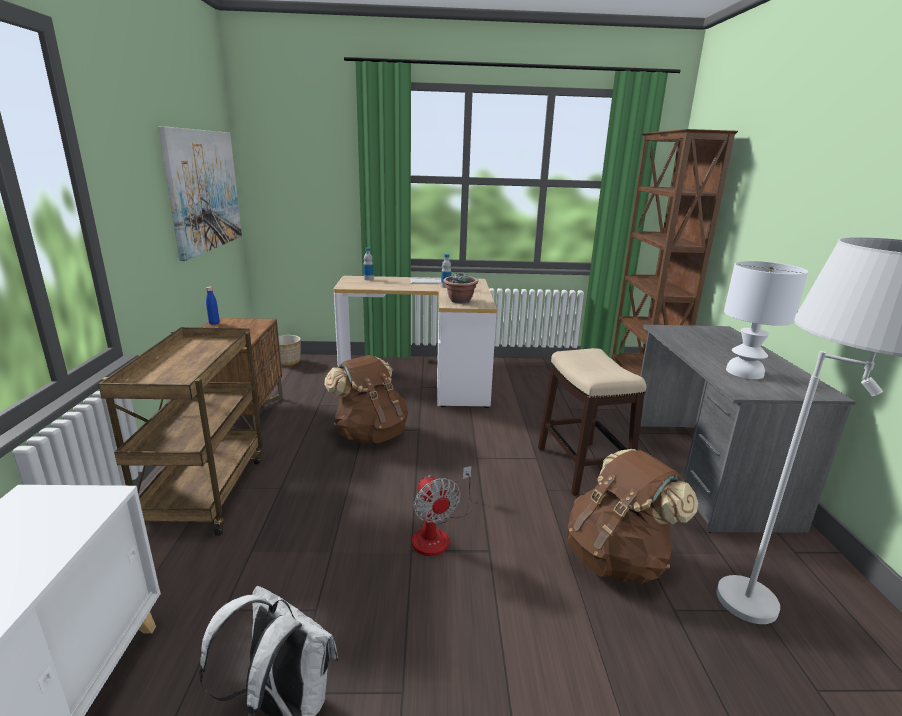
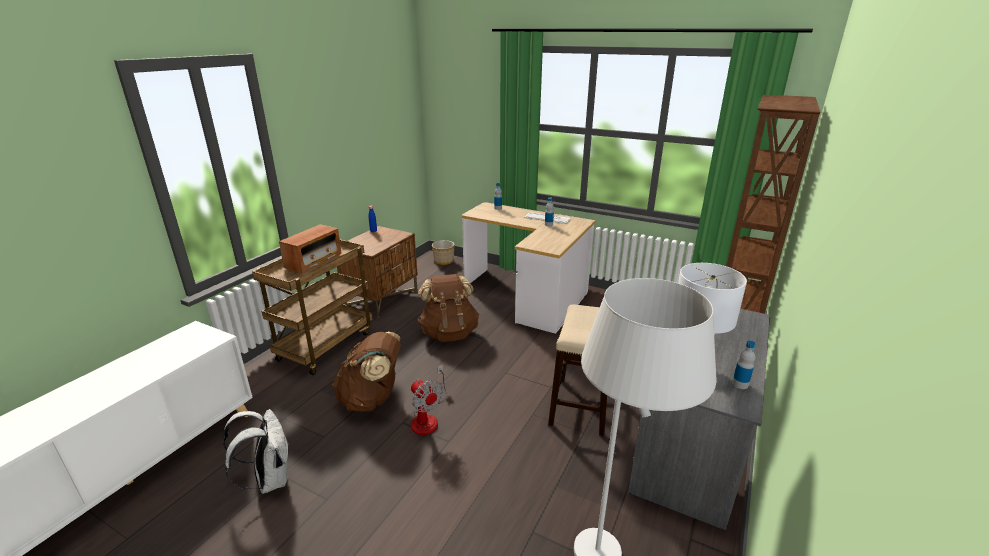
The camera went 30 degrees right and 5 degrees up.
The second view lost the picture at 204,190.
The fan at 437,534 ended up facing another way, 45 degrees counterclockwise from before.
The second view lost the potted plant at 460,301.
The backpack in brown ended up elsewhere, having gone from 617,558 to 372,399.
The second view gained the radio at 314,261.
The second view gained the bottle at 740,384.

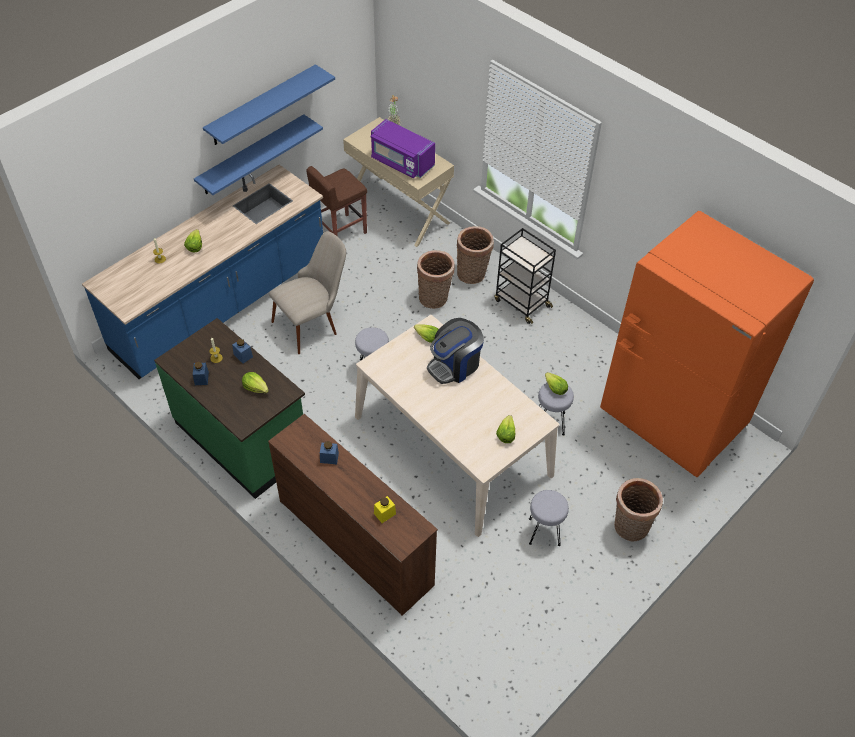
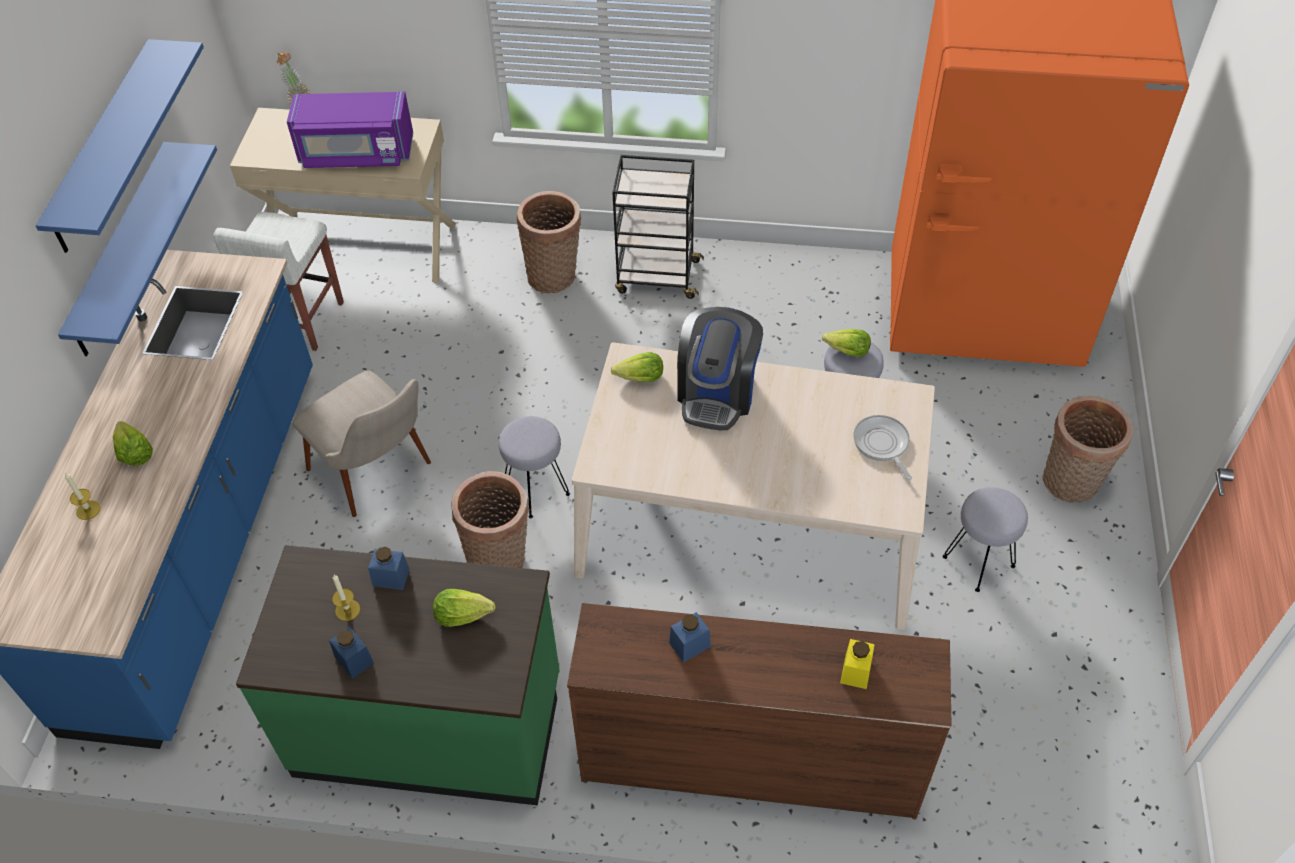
The camera went 35 degrees left and 0 degrees up.
The chair in beige at 313,323 ended up facing another way, 120 degrees clockwise from before.
What was the stool in brown at 340,231 turned into the stool in white at 300,321.
The basket ended up elsewhere, having gone from 435,299 to 500,560.
Where the lettuce stood at 506,434, the frying pan came to stand at 882,444.

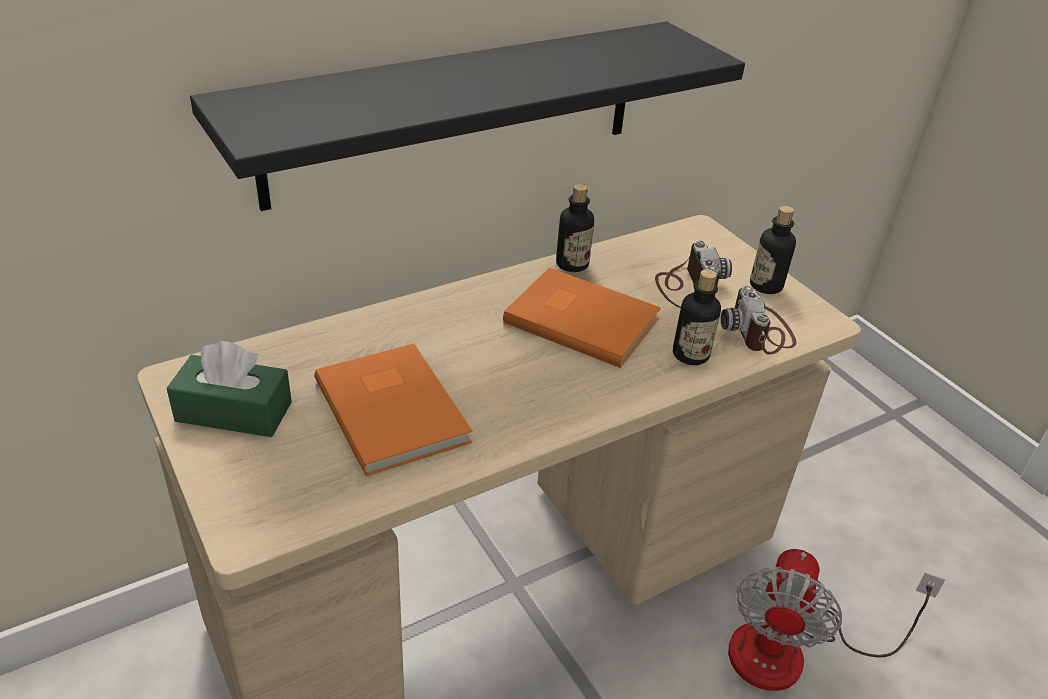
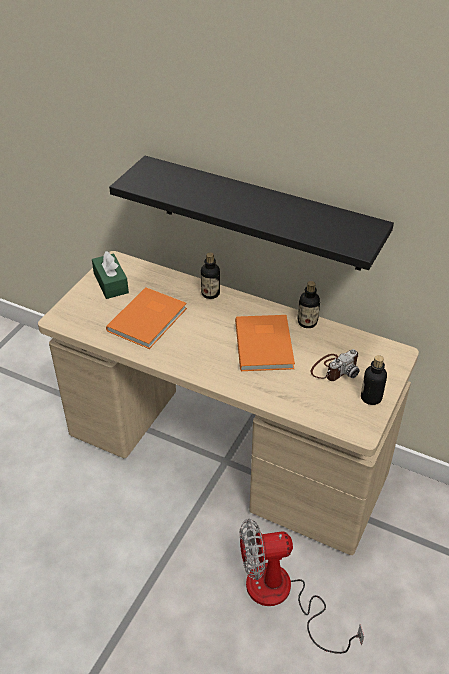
The camera went 60 degrees right and 5 degrees up.
The bottle ended up elsewhere, having gone from 690,355 to 210,293.
The second view lost the photo camera at 759,332.

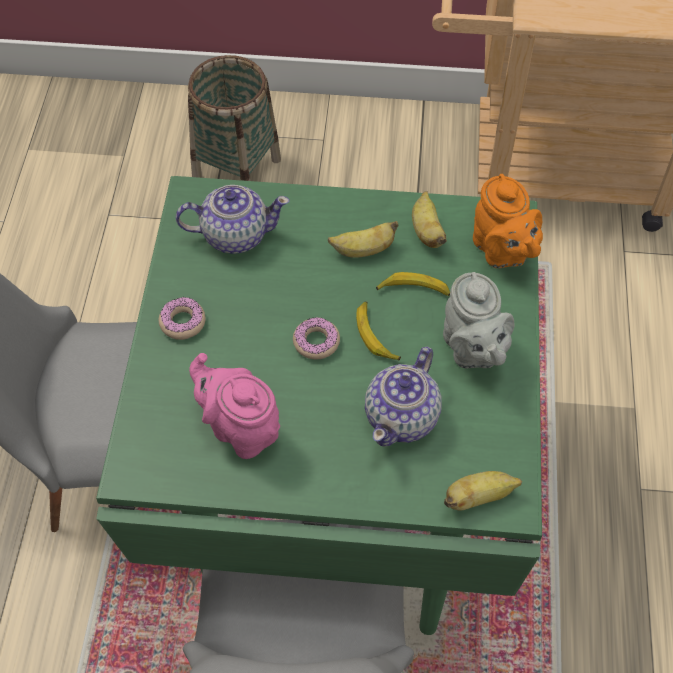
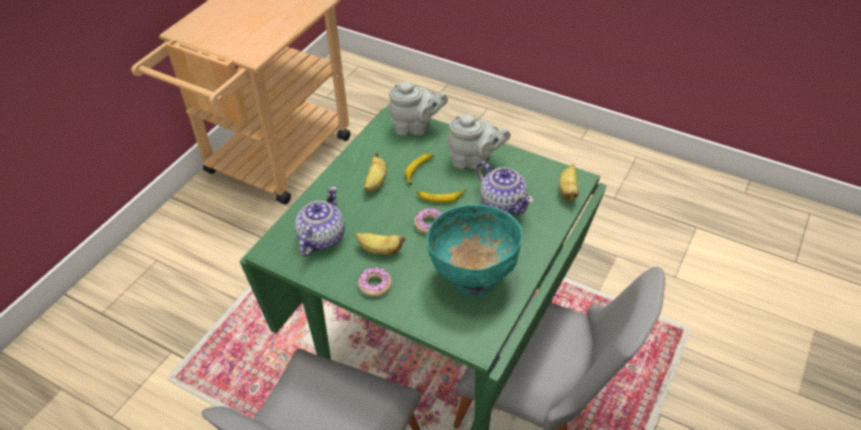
The camera went 65 degrees left and 10 degrees down.
The second view lost the basket at 237,169.
Where the teapot in pink stood at 240,429, the bowl in turquoise came to stand at 473,278.
The banana ended up elsewhere, having gone from 426,231 to 379,250.
What was the teapot in orange at 502,252 turned into the teapot in grey at 415,128.

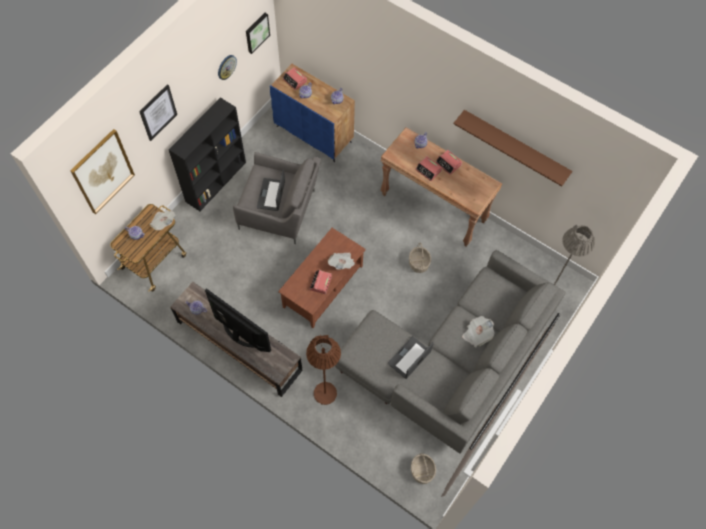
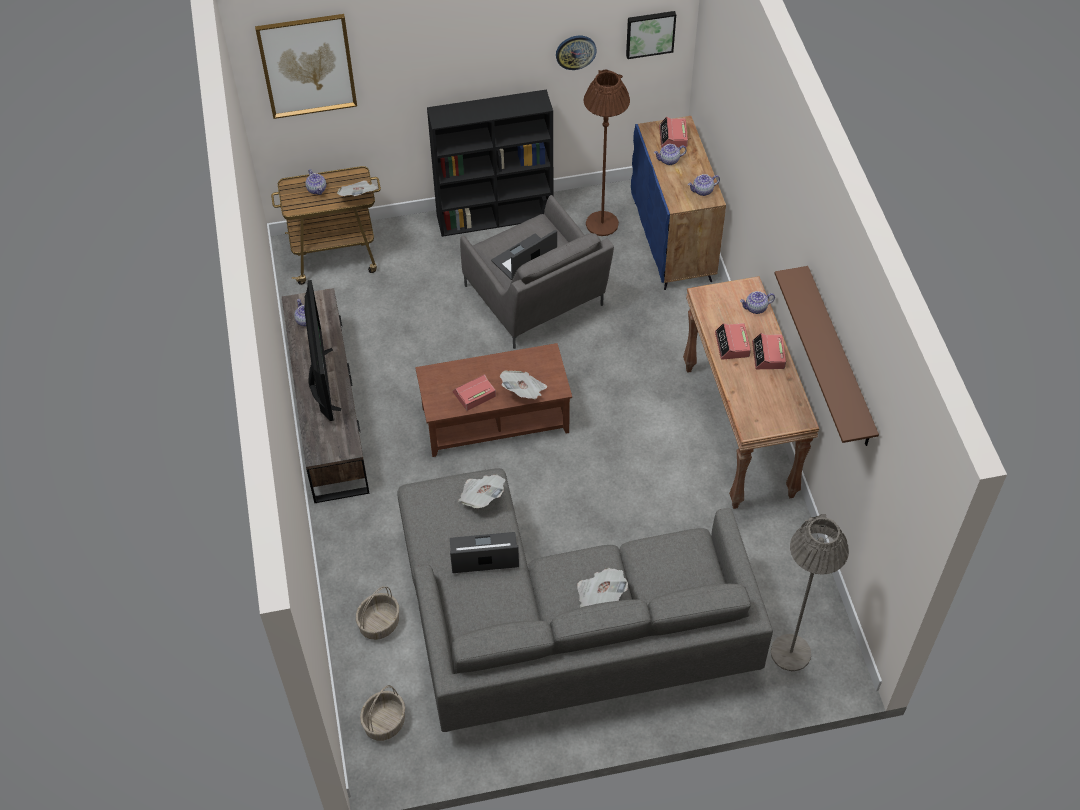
The camera went 45 degrees right and 10 degrees down.
The second view lost the picture at 158,112.
The floor lamp in brown ended up elsewhere, having gone from 325,393 to 602,224.
The basket ended up elsewhere, having gone from 418,263 to 379,623.
The second view gained the newspaper at 481,497.

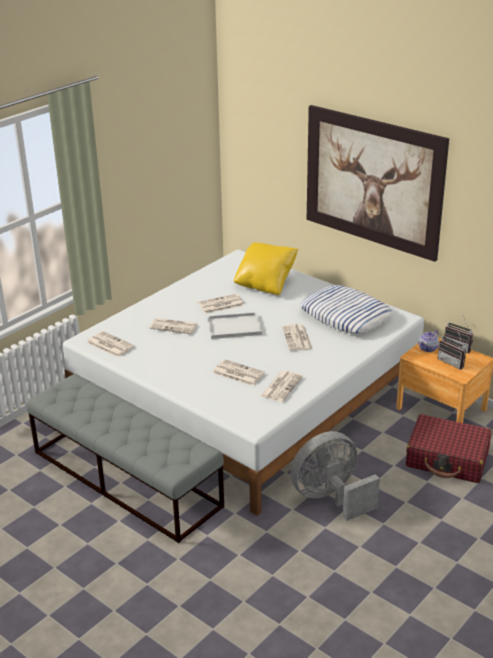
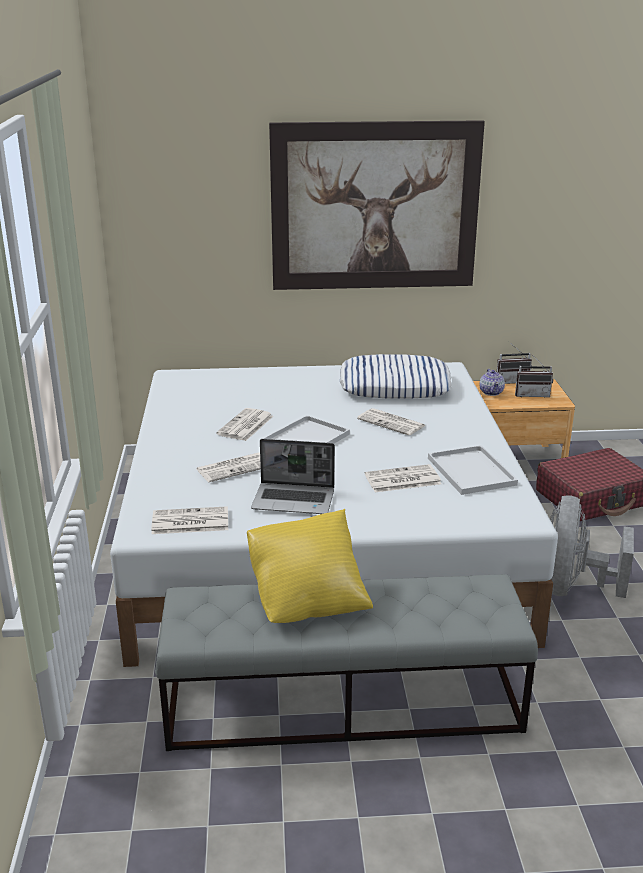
The camera went 45 degrees left and 5 degrees down.
The pillow in yellow ended up elsewhere, having gone from 265,284 to 307,599.
Where the newspaper stood at 281,386, the tray in white came to stand at 469,470.
The second view gained the laptop at 294,500.

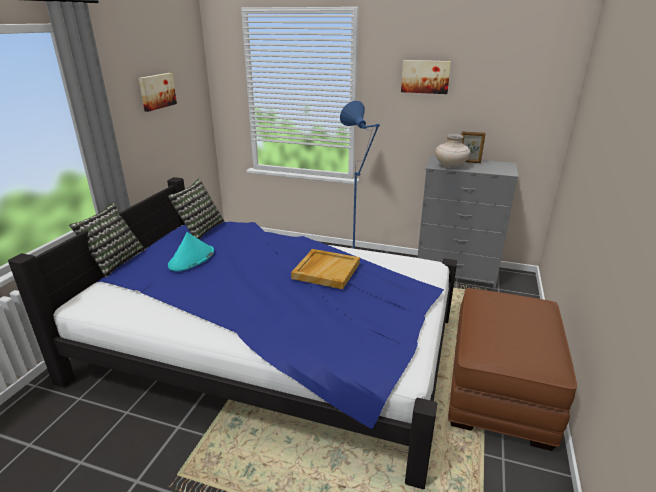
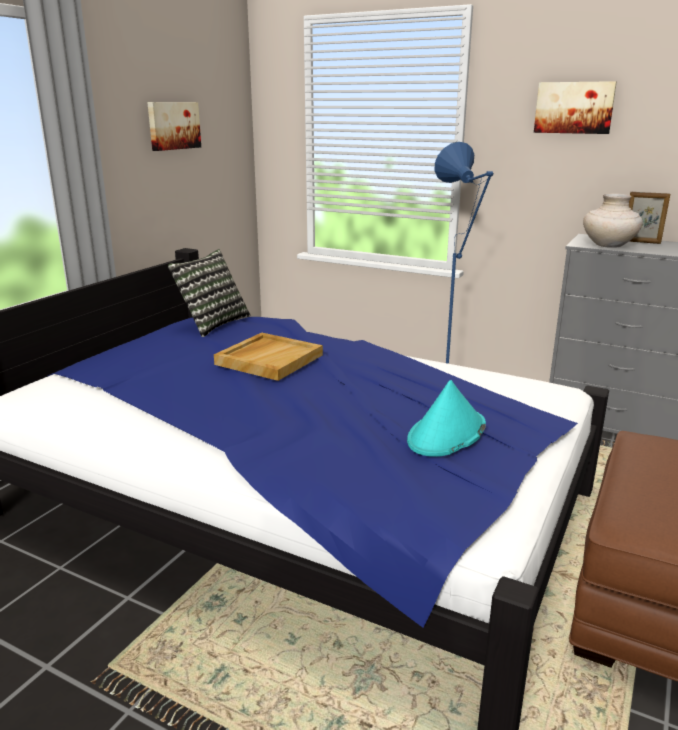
The camera went 10 degrees right and 5 degrees down.
The second view lost the pillow at 114,261.
The hat in turquoise ended up elsewhere, having gone from 191,259 to 446,434.
The tray in beige ended up elsewhere, having gone from 326,270 to 269,359.

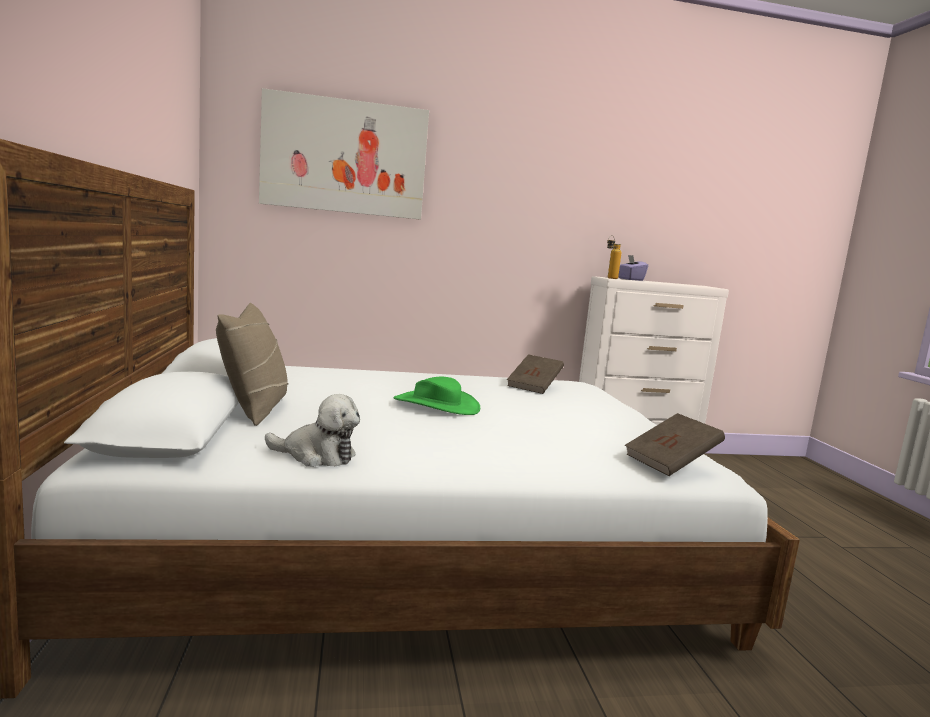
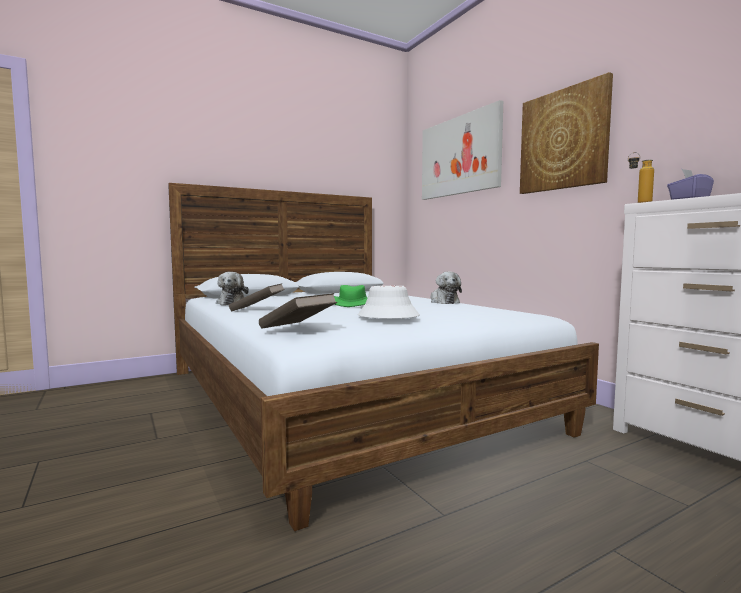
The camera went 70 degrees right and 5 degrees down.
The second view lost the pillow in beige at 255,409.
The book in brown ended up elsewhere, having gone from 534,386 to 257,309.
The second view gained the hat in white at 387,316.
The second view gained the plush toy at 443,302.
The second view gained the picture at 563,140.

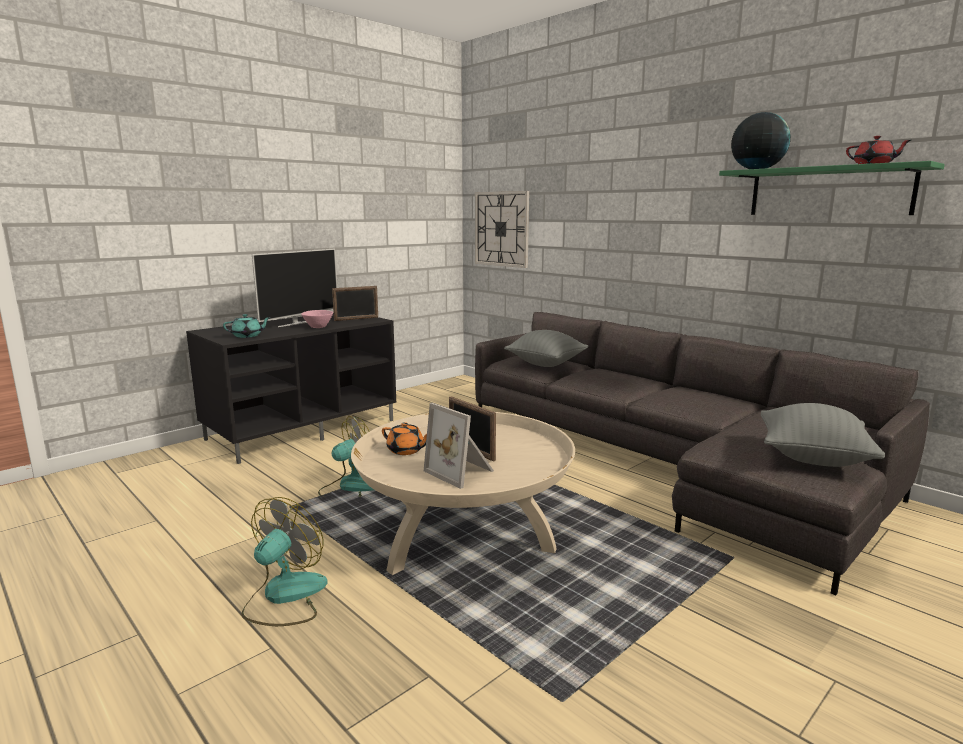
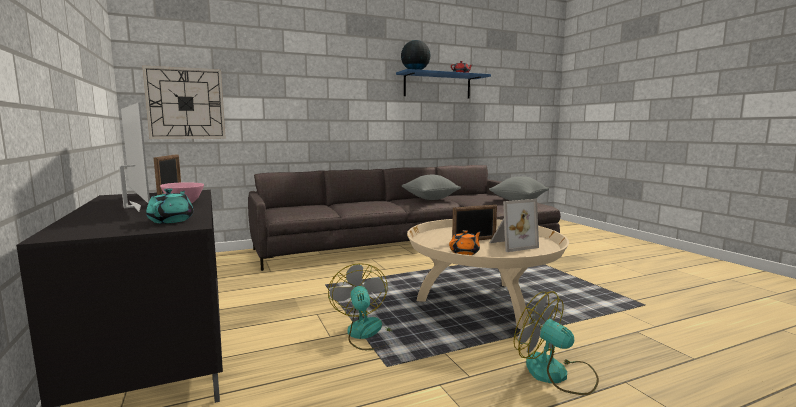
The camera went 70 degrees left and 5 degrees down.
The pillow in grey ended up elsewhere, having gone from 546,364 to 430,199.
What was the shelf in green at 828,192 turned into the shelf in blue at 437,86.

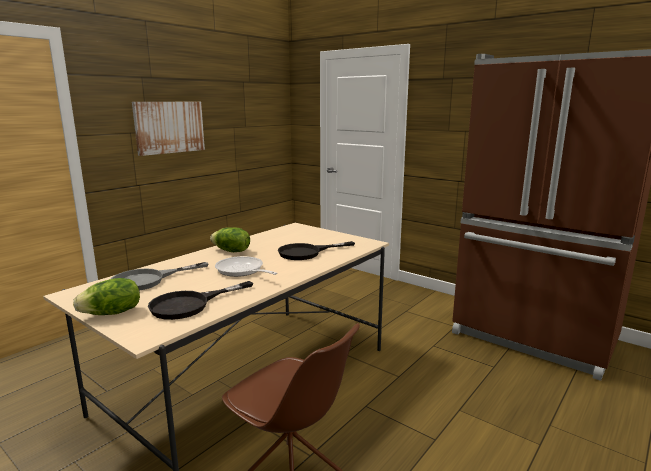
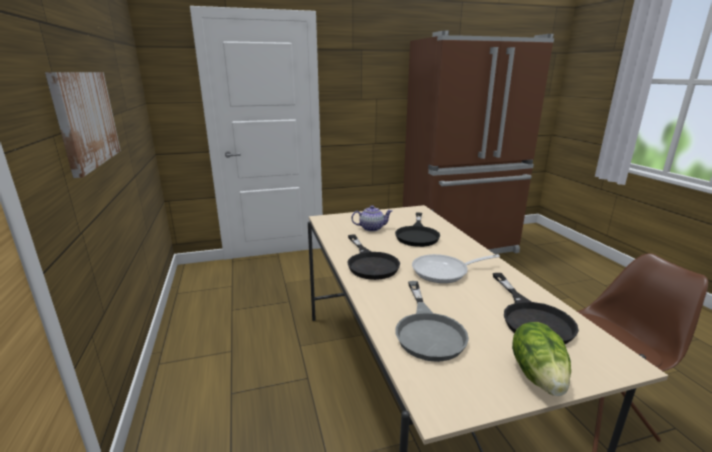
The camera went 55 degrees left and 5 degrees up.
Where the lettuce stood at 231,251, the frying pan in black came to stand at 370,263.
The second view gained the teapot at 371,228.

